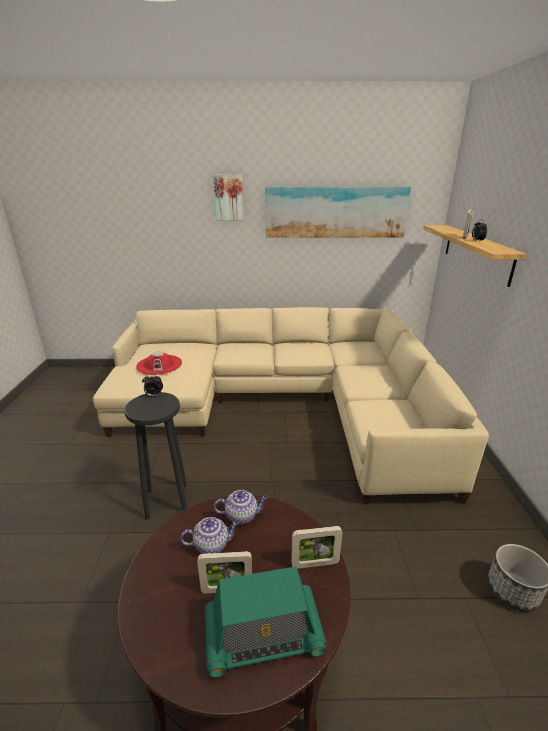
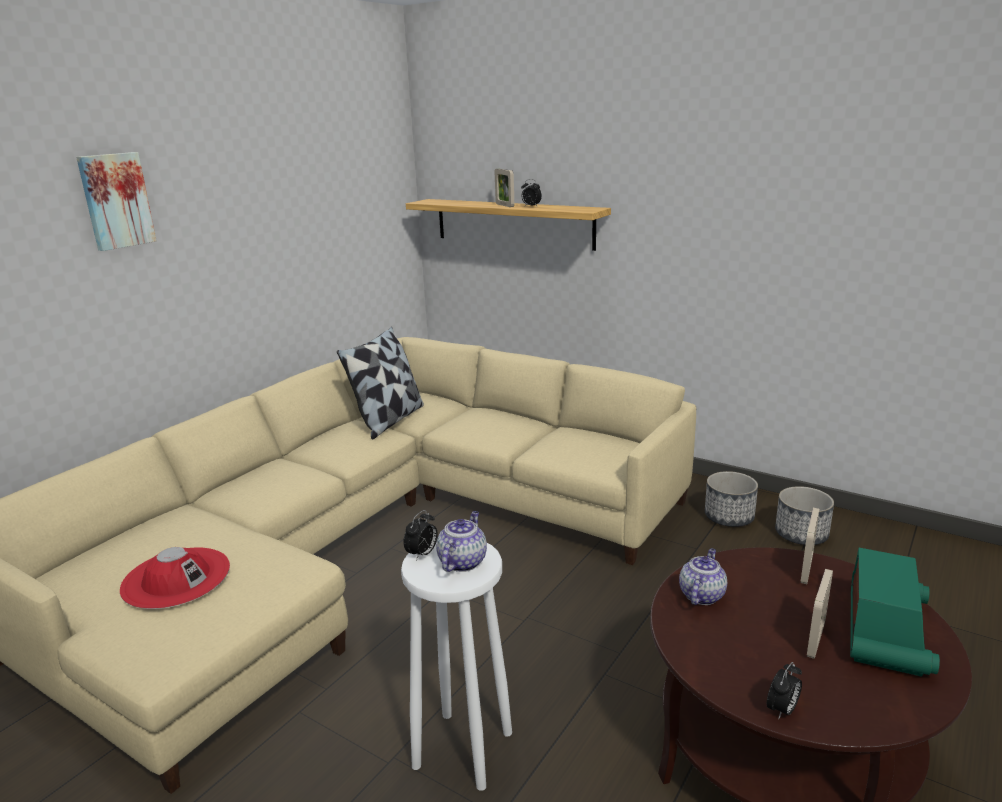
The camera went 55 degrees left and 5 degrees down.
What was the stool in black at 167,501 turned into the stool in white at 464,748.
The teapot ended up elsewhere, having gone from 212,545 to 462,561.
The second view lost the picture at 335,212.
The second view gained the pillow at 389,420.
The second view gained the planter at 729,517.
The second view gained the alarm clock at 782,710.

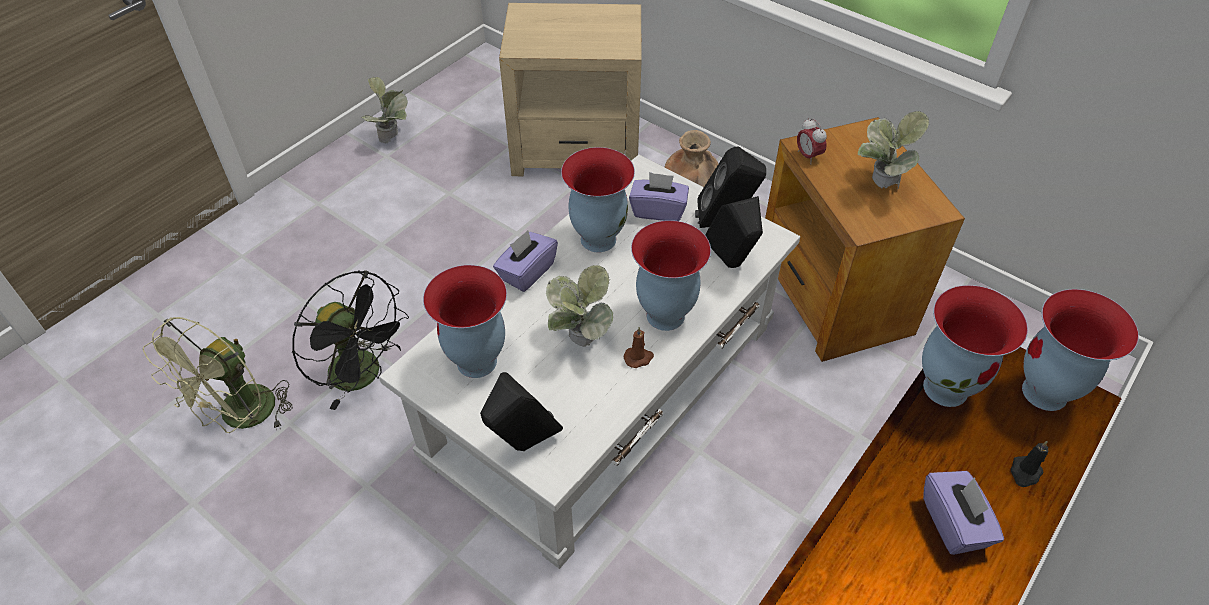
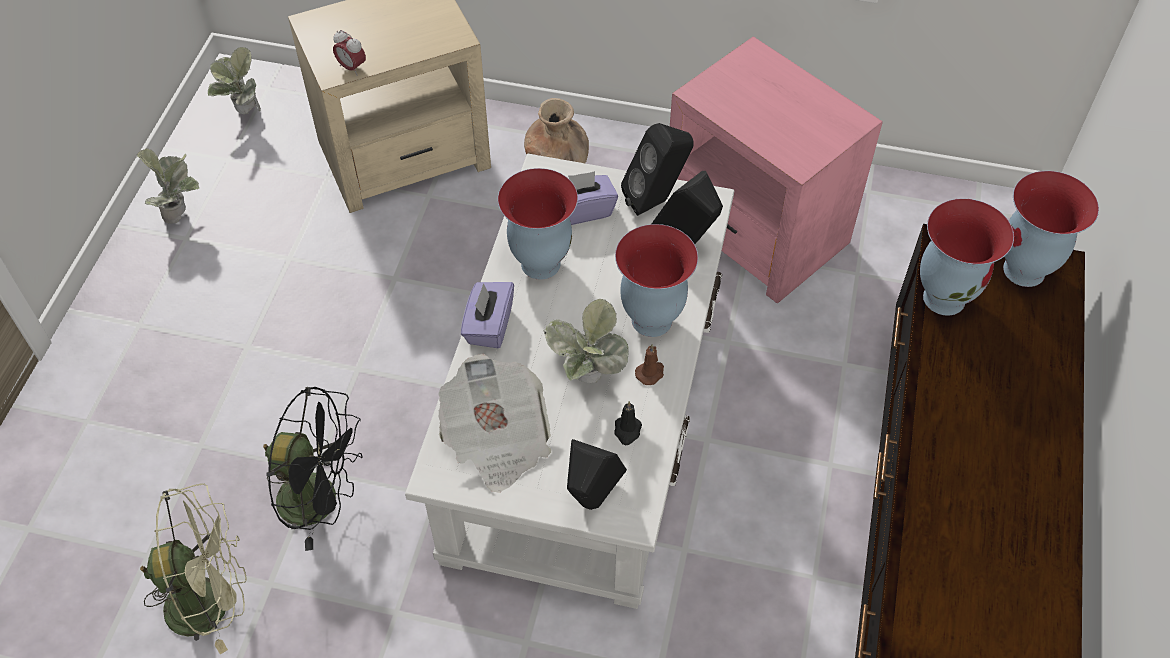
The camera went 25 degrees left and 5 degrees up.
The fan in green at 241,418 ended up facing another way, 105 degrees counterclockwise from before.
Where the vase stood at 477,362, the newspaper came to stand at 497,439.
What was the side table in brown at 833,296 turned into the side table in pink at 755,230.
The alarm clock ended up elsewhere, having gone from 808,156 to 352,67.
The potted plant ended up elsewhere, having gone from 878,188 to 243,114.
The second view lost the tissue box in purple at 954,523.
The candle in black ended up elsewhere, having gone from 1025,473 to 627,431.

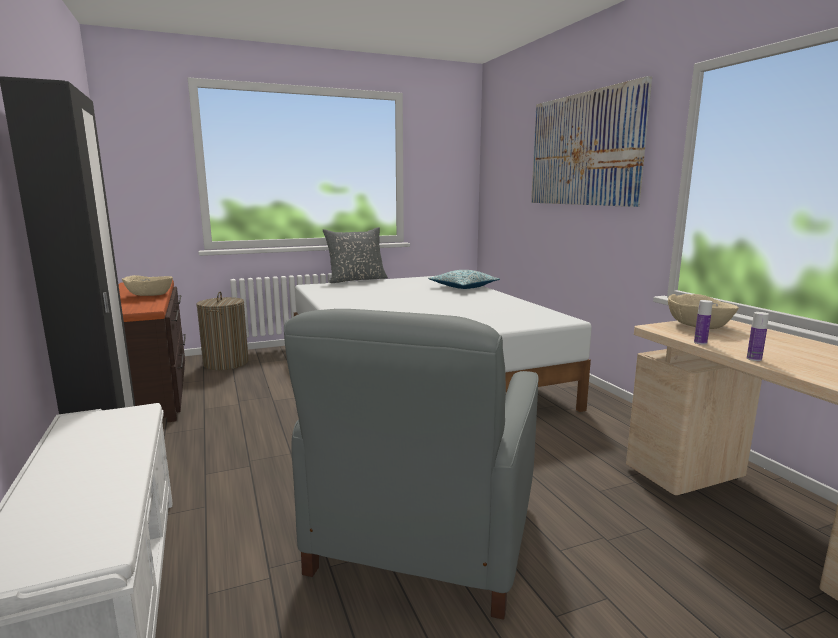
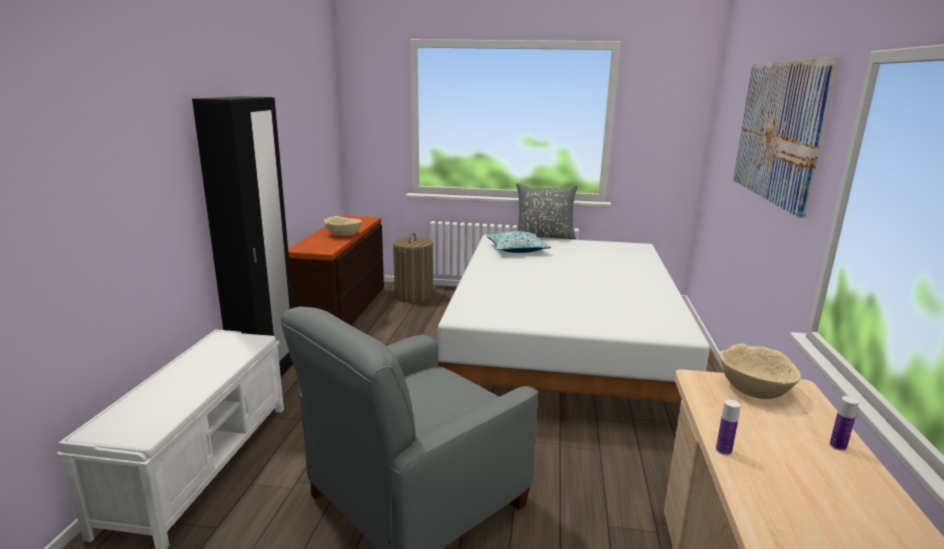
The camera went 30 degrees right and 5 degrees up.
The pillow ended up elsewhere, having gone from 463,287 to 517,249.
The bottle ended up elsewhere, having gone from 700,342 to 837,446.

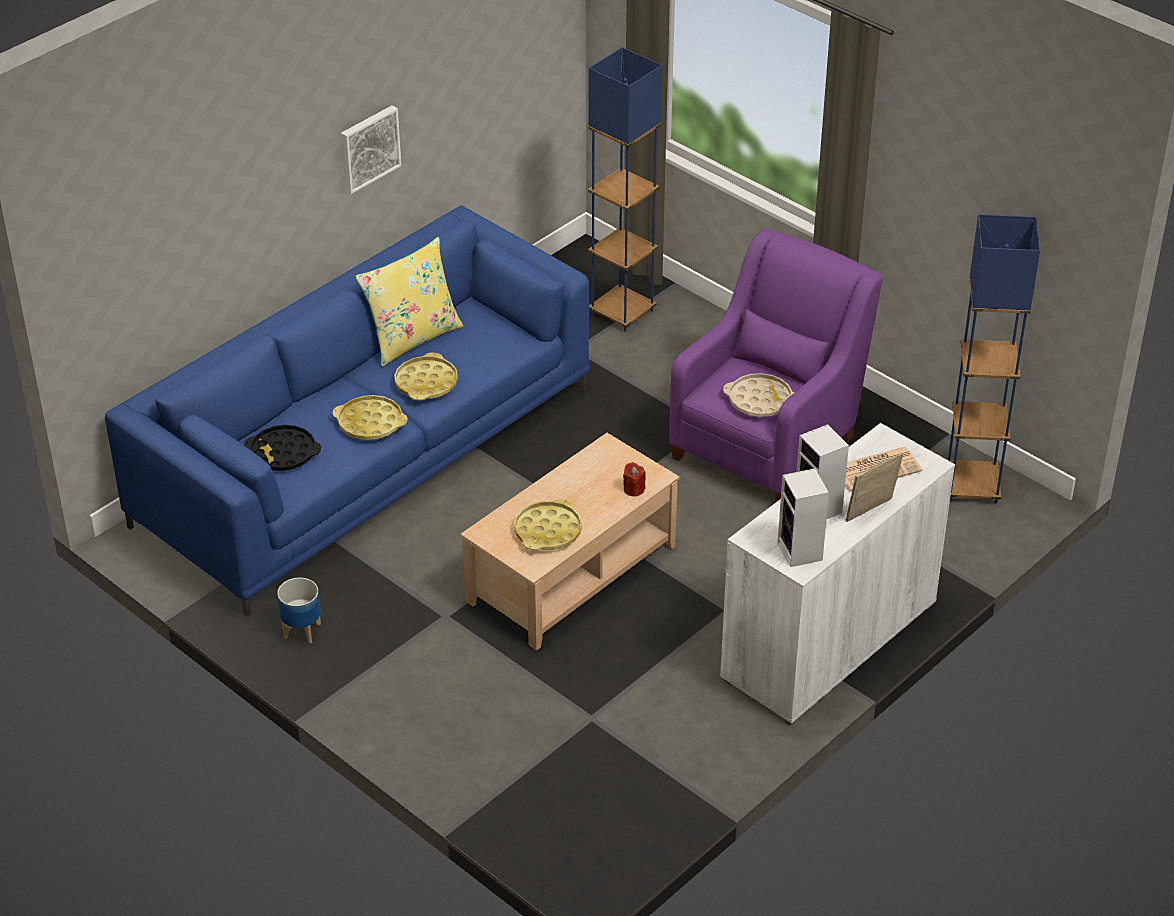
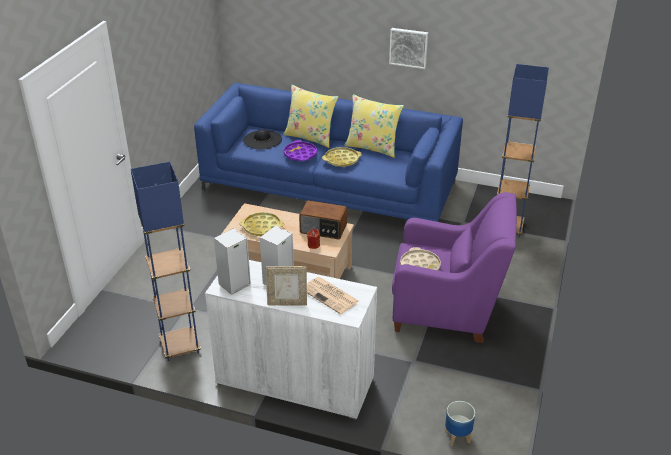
The camera went 65 degrees right and 5 degrees down.
Where the tray in black stood at 283,453, the hat in black came to stand at 262,140.
The planter ended up elsewhere, having gone from 301,630 to 457,436.
What was the tray in yellow at 370,423 turned into the tray in purple at 300,154.
The picture frame at 871,512 ended up facing another way, 150 degrees clockwise from before.
The floor lamp in blue ended up elsewhere, having gone from 971,486 to 180,346.
The second view gained the pillow in yellow at 310,137.
The second view gained the radio at 323,229.

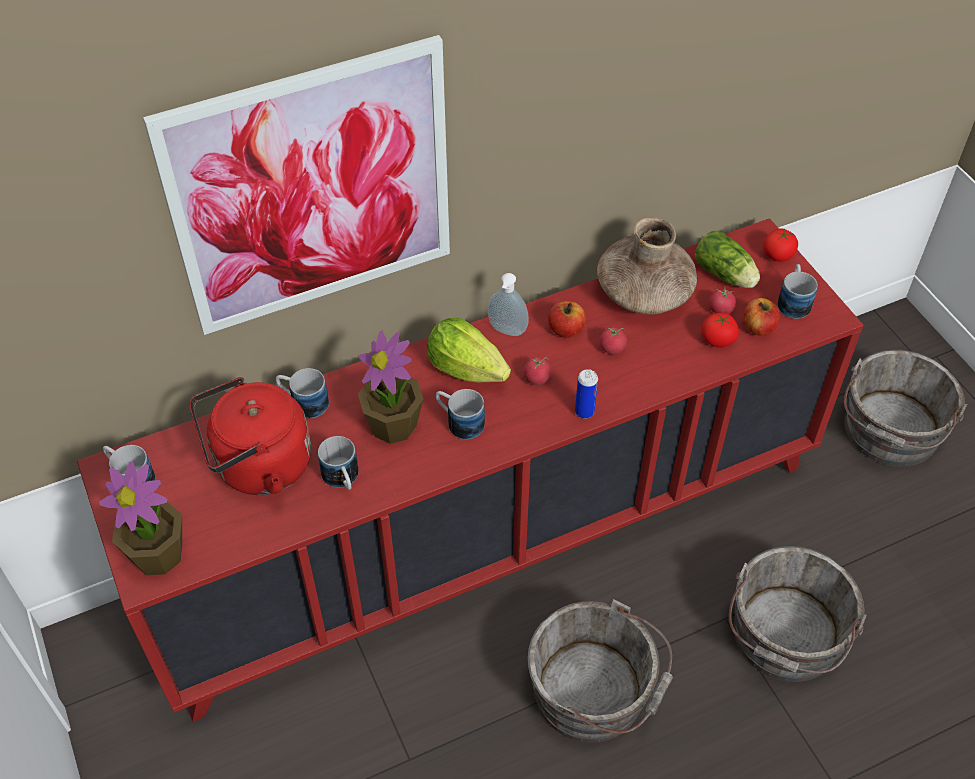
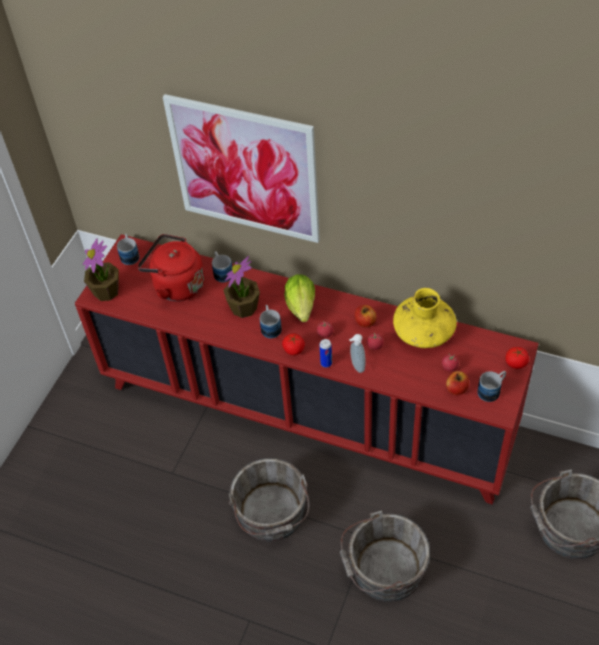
The camera went 50 degrees right and 0 degrees up.
The second view lost the mug at 343,480.
The soap dispenser ended up elsewhere, having gone from 506,332 to 356,366.
What was the vase in brown at 644,292 turned into the vase in yellow at 423,332.
The second view lost the lettuce at 726,275.
The tomato ended up elsewhere, having gone from 717,340 to 293,350.

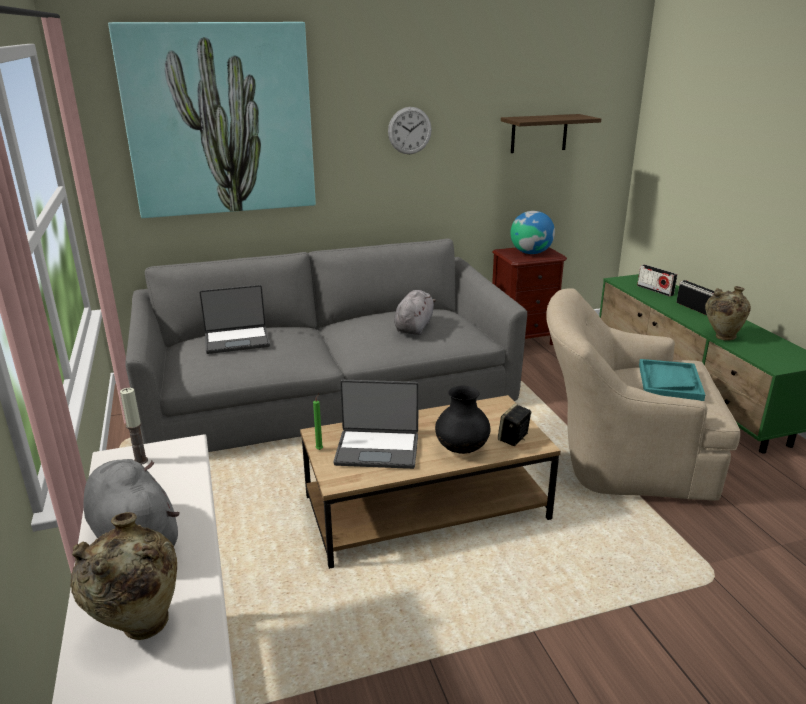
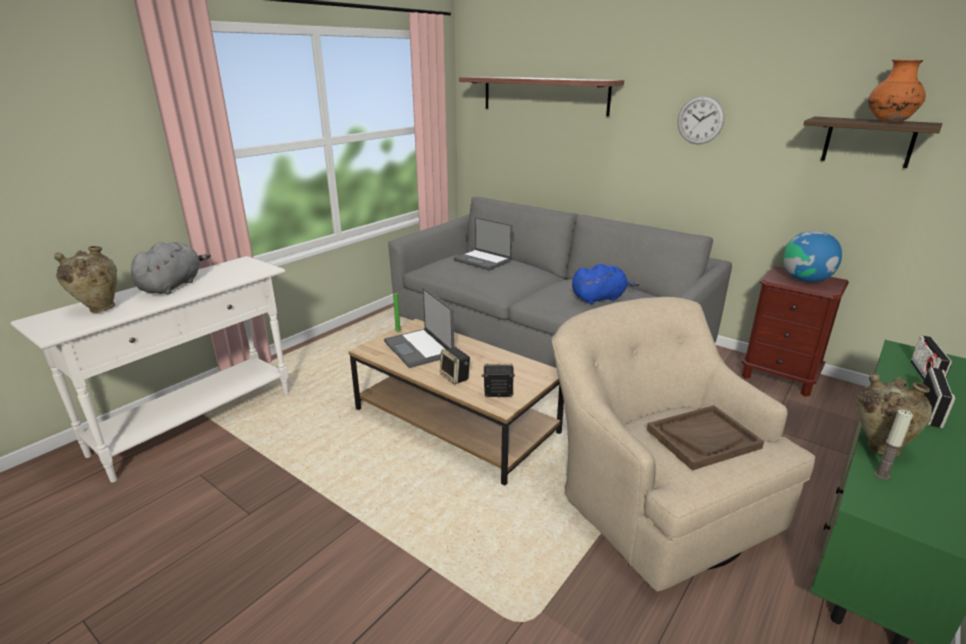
The camera went 55 degrees right and 0 degrees up.
Where the picture hung at 220,120, the shelf came to hang at 544,95.
The candle ended up elsewhere, having gone from 141,461 to 881,475.
What was the plush toy in grey at 414,327 turned into the plush toy in blue at 600,298.
Where the vase in black stood at 462,449, the speaker came to stand at 455,377.
What was the tray in turquoise at 669,381 turned into the tray in brown at 703,438.
The second view gained the vase in orange at 889,122.

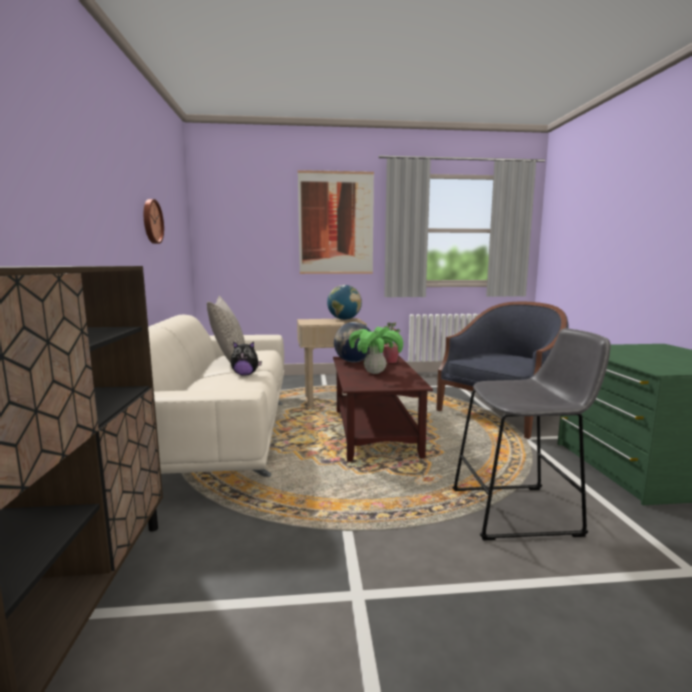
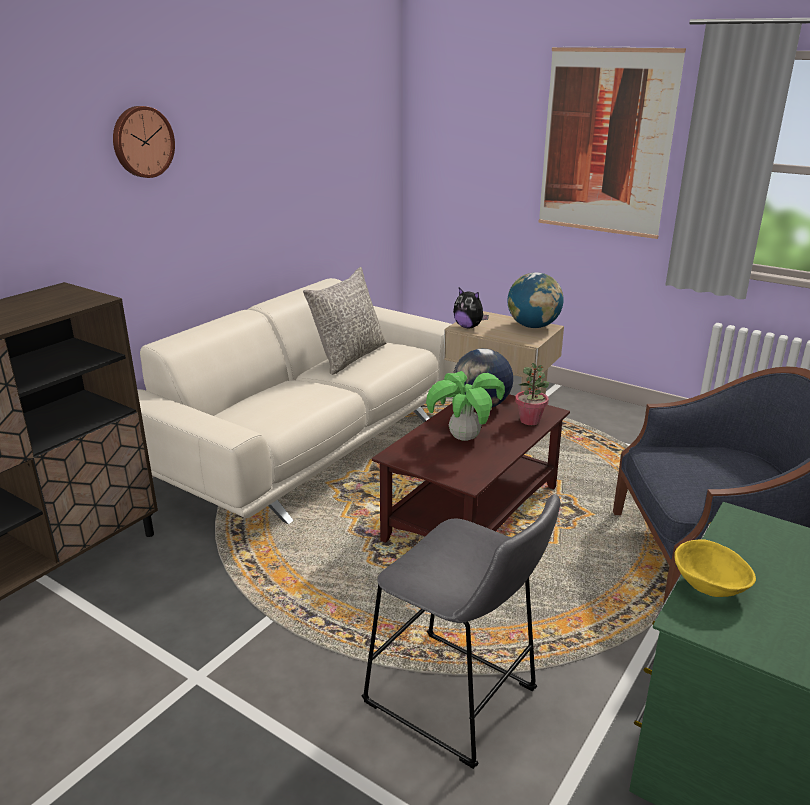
The camera went 40 degrees right and 15 degrees up.
The wall clock ended up elsewhere, having gone from 151,221 to 142,142.
The plush toy ended up elsewhere, having gone from 245,374 to 468,327.
The second view gained the bowl in yellow at 709,587.

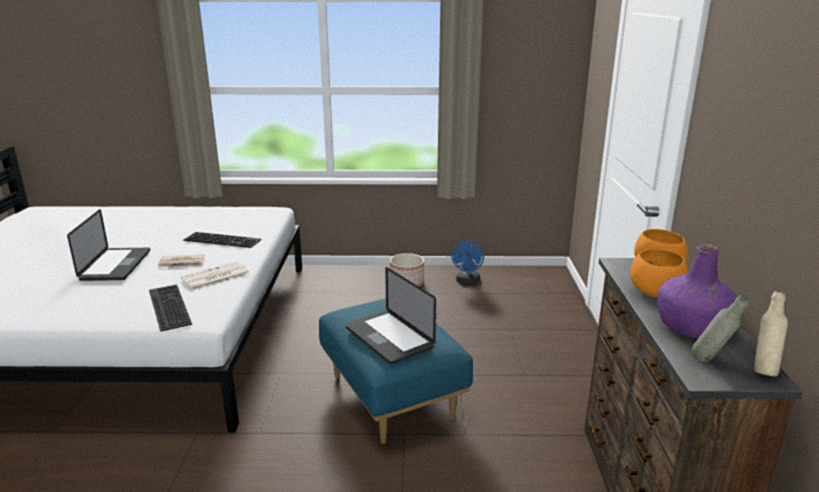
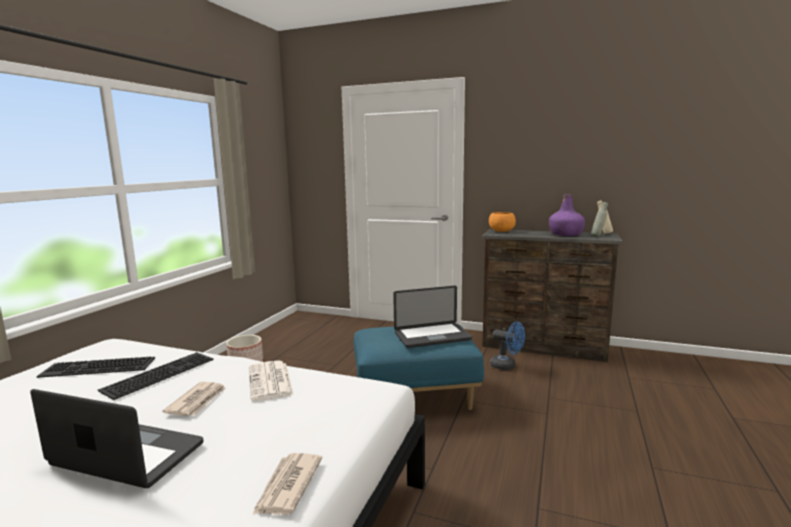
The camera went 70 degrees left and 10 degrees down.
The keyboard ended up elsewhere, having gone from 167,306 to 96,368.
The fan in blue ended up elsewhere, having gone from 467,282 to 507,366.
The second view lost the bowl in orange at 654,292.
The second view gained the newspaper at 287,486.

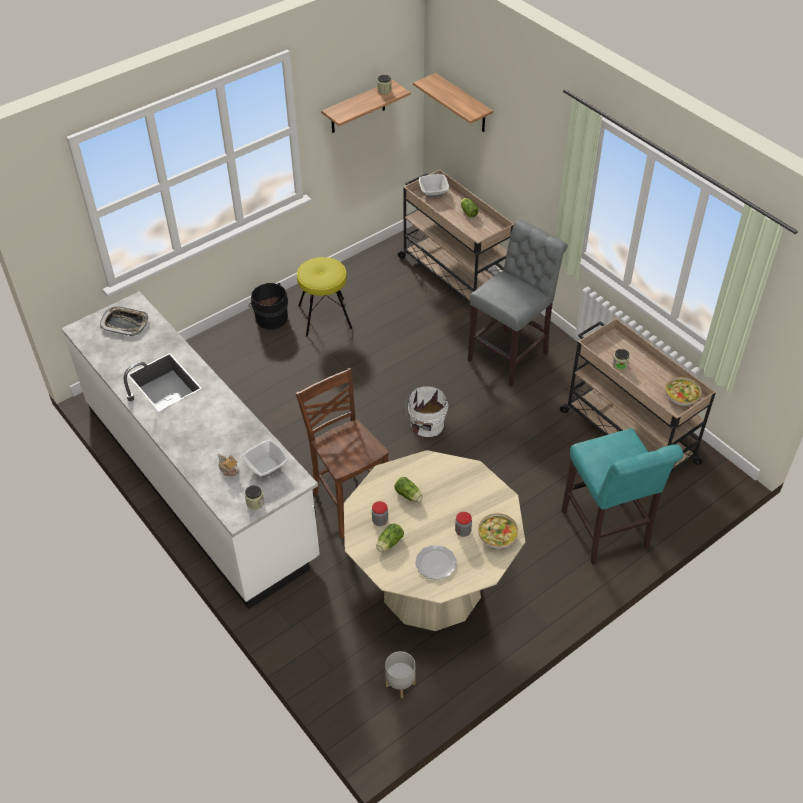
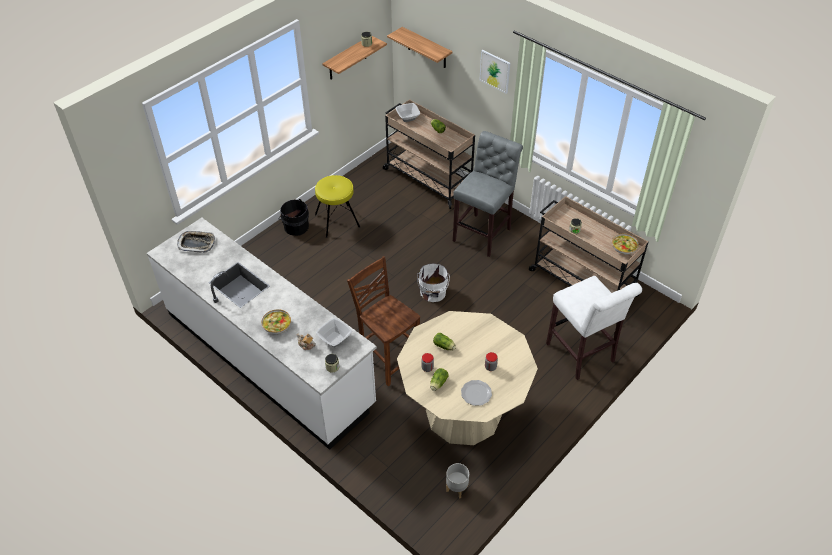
The camera went 10 degrees left and 0 degrees up.
The bowl ended up elsewhere, having gone from 497,536 to 277,326.
What was the stool in turquoise at 606,533 turned into the stool in white at 582,355.
The second view gained the picture at 495,71.

